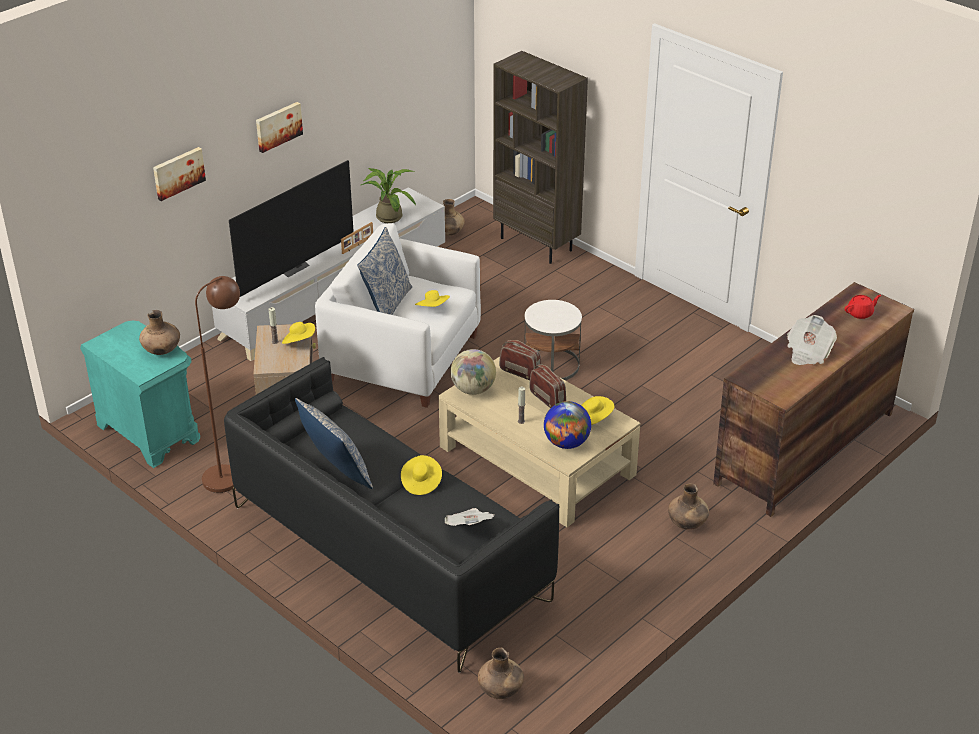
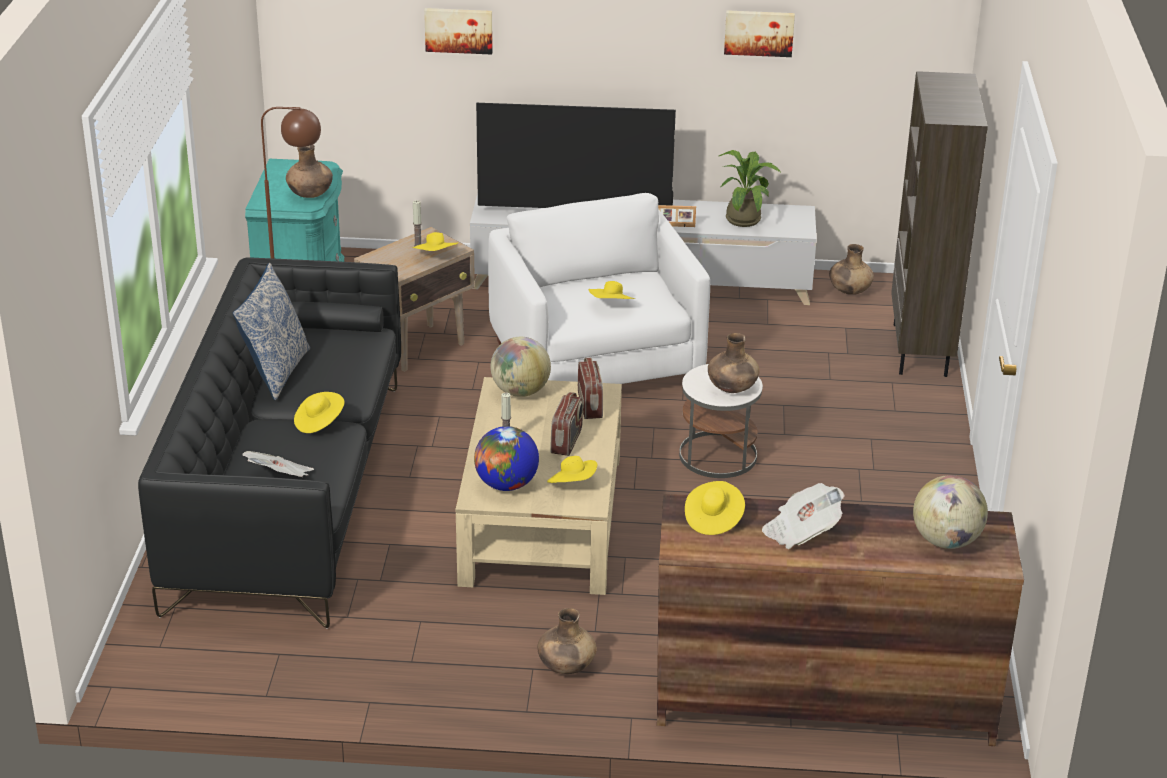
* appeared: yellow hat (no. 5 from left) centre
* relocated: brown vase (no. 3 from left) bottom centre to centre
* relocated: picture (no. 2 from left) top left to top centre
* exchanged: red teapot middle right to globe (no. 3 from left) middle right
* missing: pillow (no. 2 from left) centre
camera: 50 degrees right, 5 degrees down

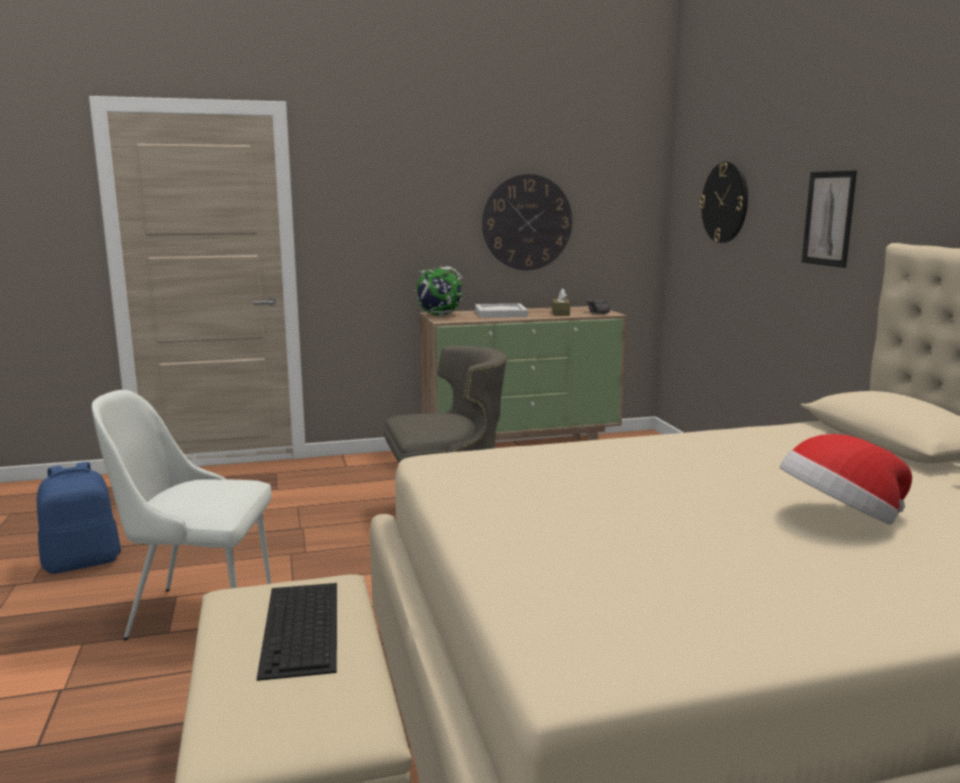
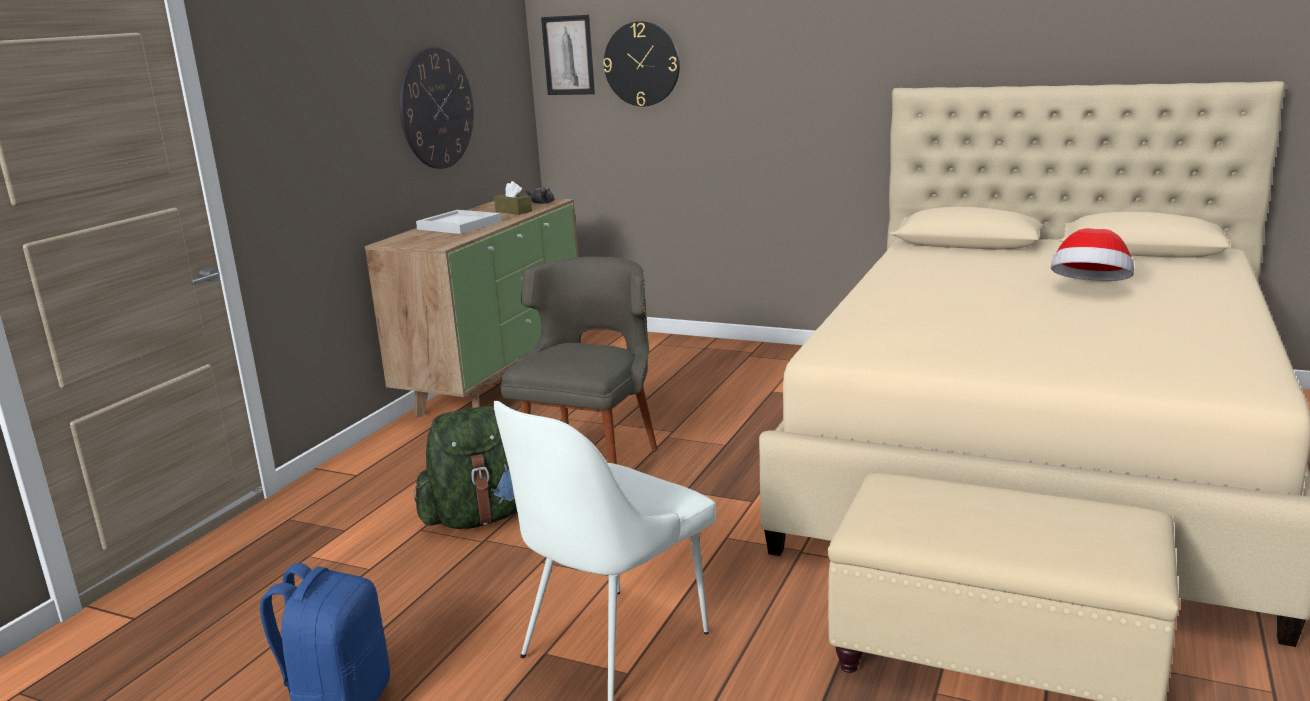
* appeared: green backpack centre
* relocated: picture top right to top centre
* missing: keyboard bottom left
* missing: globe centre
camera: 50 degrees left, 5 degrees up

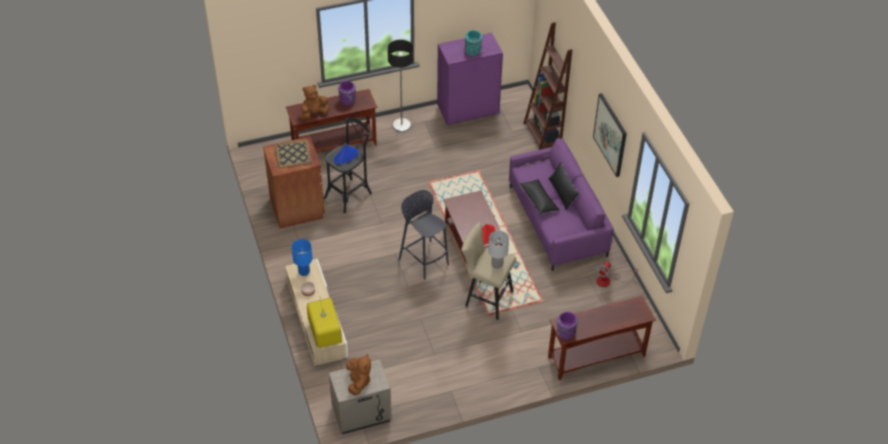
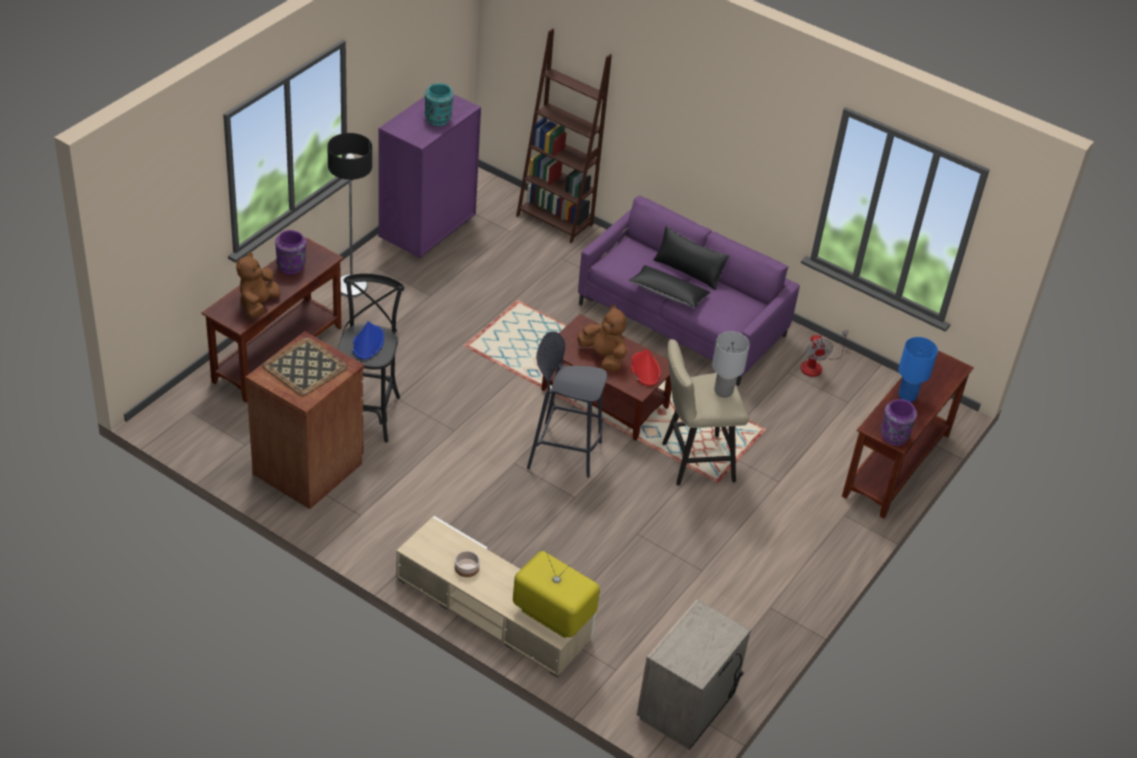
* relocated: brown plush toy (no. 2 from left) bottom centre to centre
* relocated: blue table lamp centre to middle right
* missing: picture top right
camera: 40 degrees left, 5 degrees down

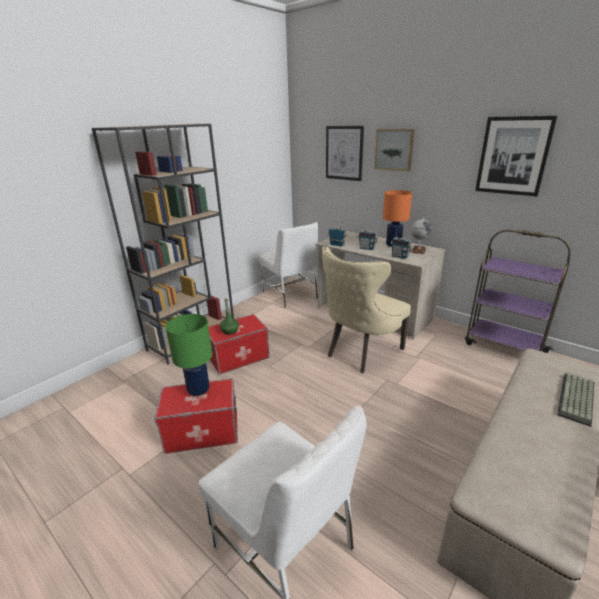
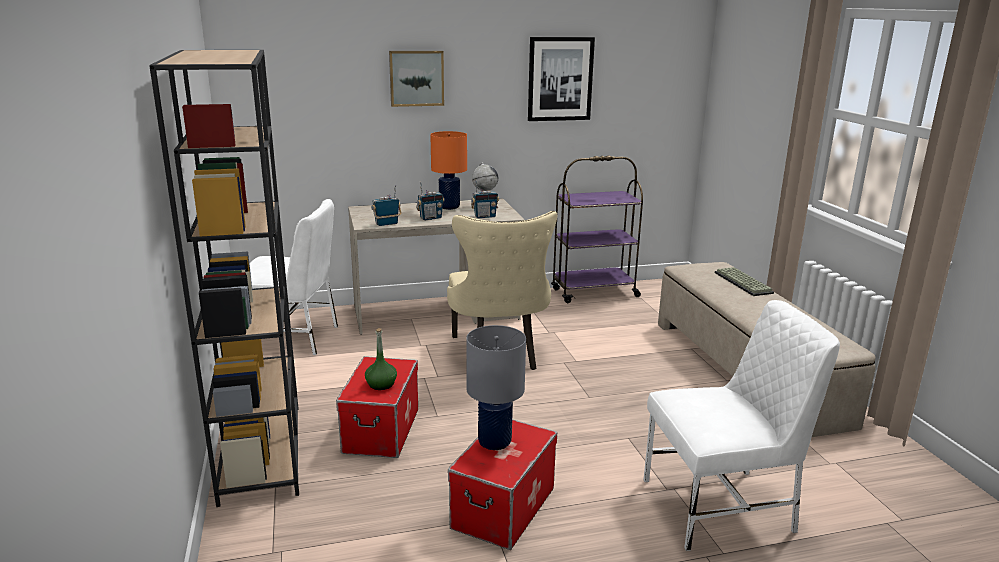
* colour: green table lamp middle left to grey table lamp bottom centre
* missing: picture (no. 1 from left) top centre
camera: 55 degrees left, 5 degrees down

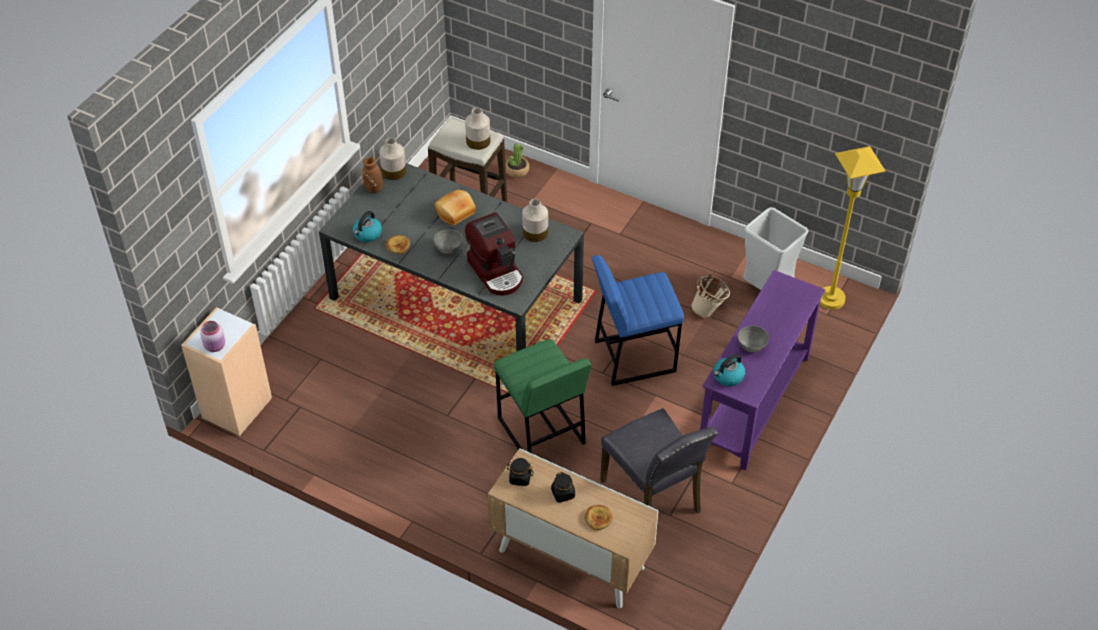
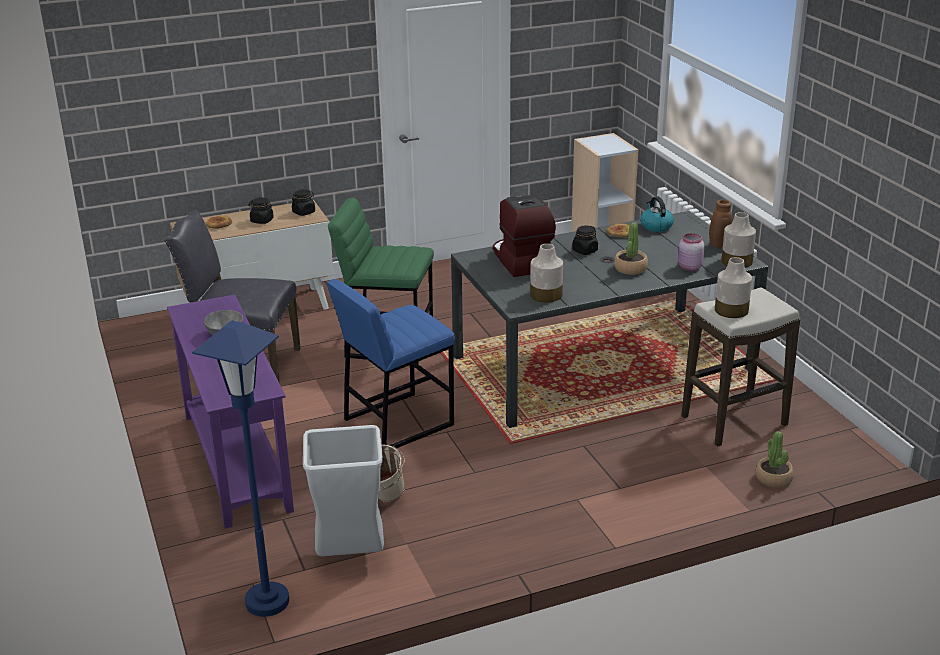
* colour: yellow floor lamp middle right to blue floor lamp bottom left
* spun: blue chair centre = centre 150 degrees counterclockwise
* spun: coffee machine centre = centre 60 degrees clockwise
* exchanged: grey bowl (no. 1 from left) centre to black jar (no. 3 from left) centre
* exchanged: bread (no. 2 from left) top centre to potted plant (no. 1 from left) middle right
* relocated: pink jar middle left to middle right
* missing: kettle (no. 2 from left) centre
camera: 130 degrees right, 20 degrees down

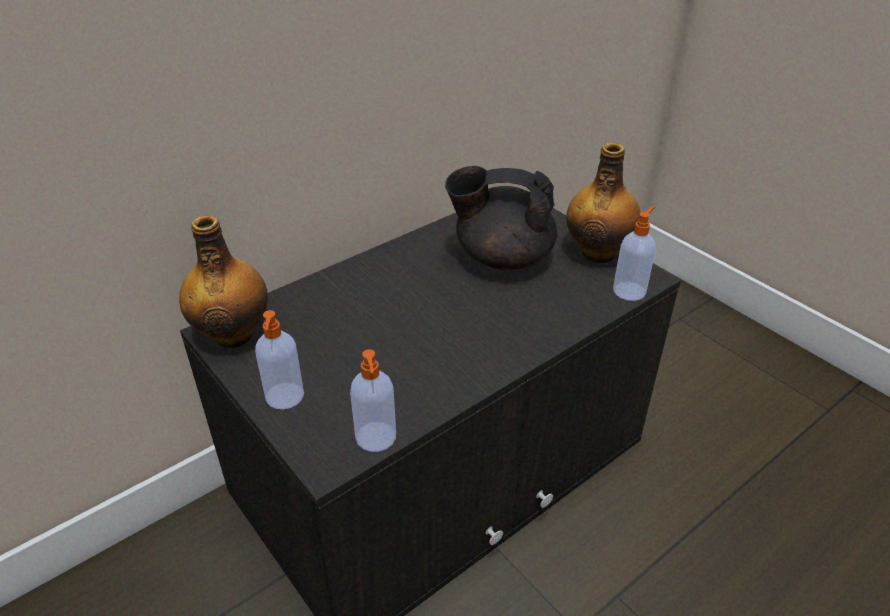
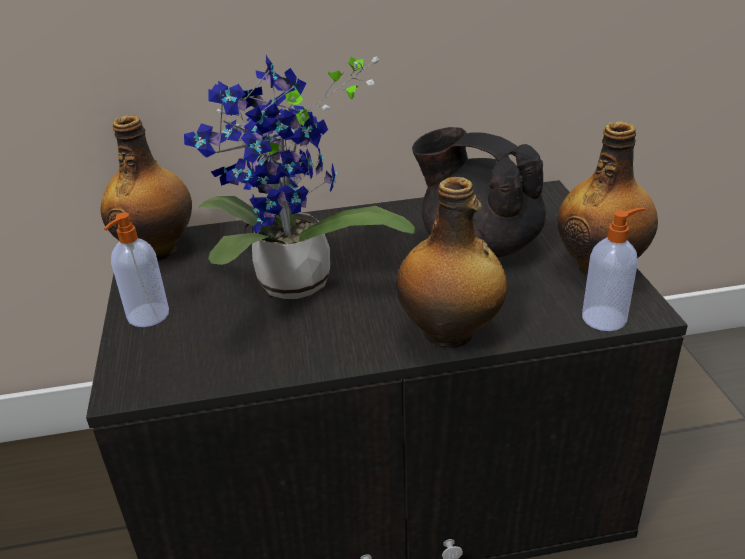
* appeared: potted plant top centre
* appeared: bottle (no. 2 from left) centre
* missing: soap dispenser (no. 2 from left) centre
camera: 30 degrees right, 5 degrees down

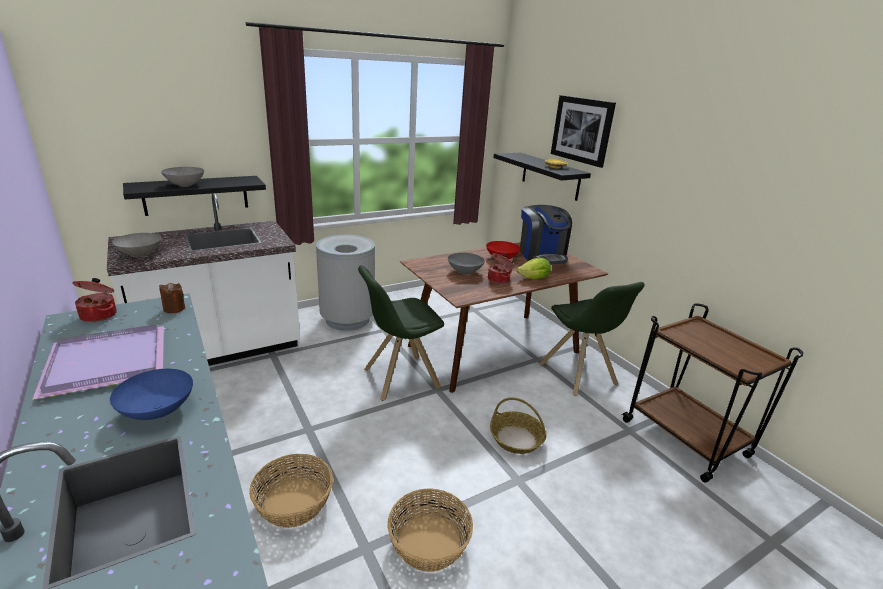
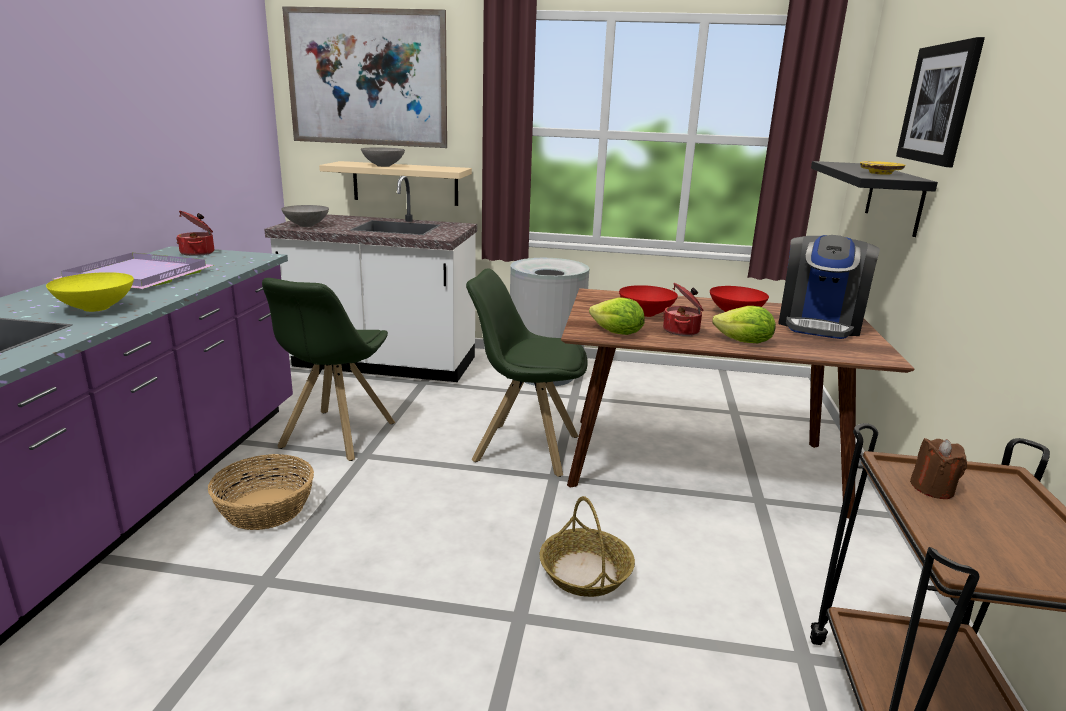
* colour: blue bowl bottom left to yellow bowl middle left
* relocated: green chair (no. 2 from left in the first image) middle right to green chair (no. 1 from left) middle left
* appeared: picture (no. 1 from left) top centre
* colour: black shelf (no. 1 from left) top left to beige shelf top centre
* appeared: lettuce (no. 1 from left) centre
* colour: grey bowl (no. 3 from left) centre to red bowl (no. 1 from left) centre
* relocated: brown candle middle left to middle right
* missing: basket (no. 2 from left) bottom centre
camera: 40 degrees right, 5 degrees down

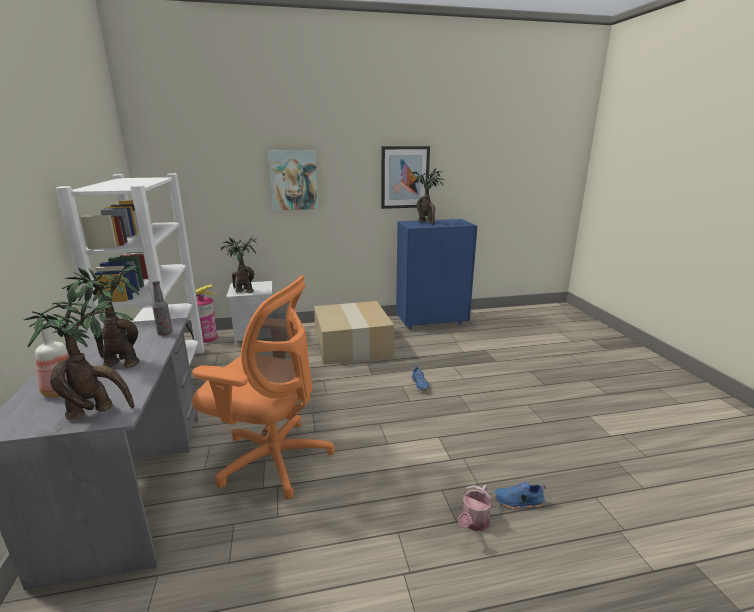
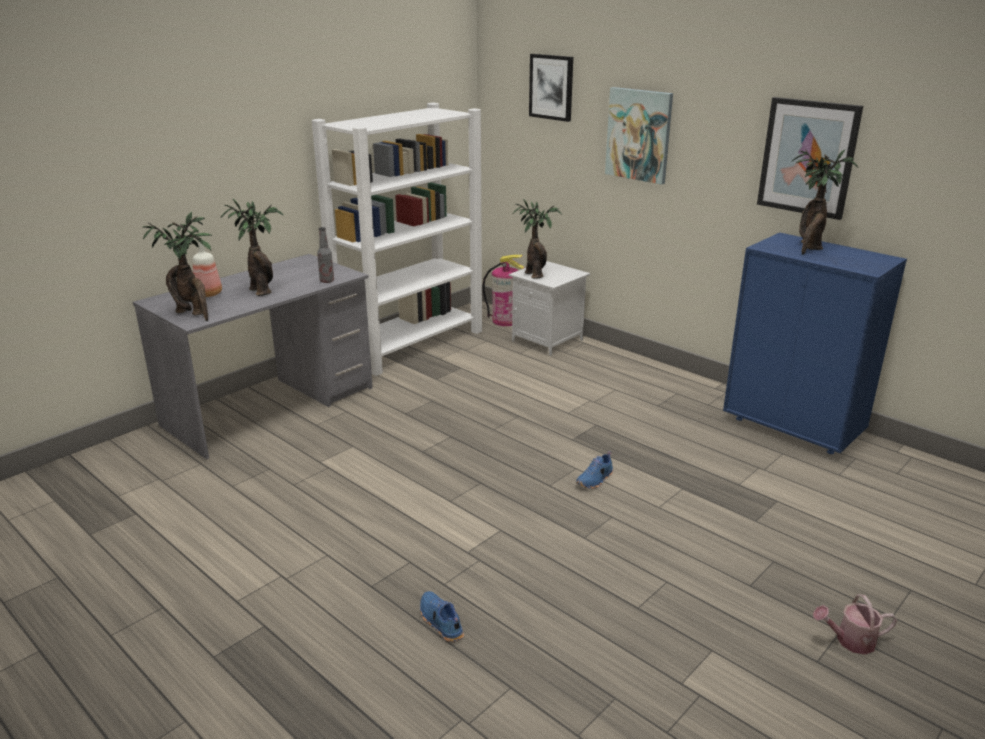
* appeared: picture (no. 1 from left) top centre
* relocated: watering can bottom centre to bottom right
* missing: orange office chair centre
* missing: cardboard box centre
camera: 55 degrees right, 5 degrees up

